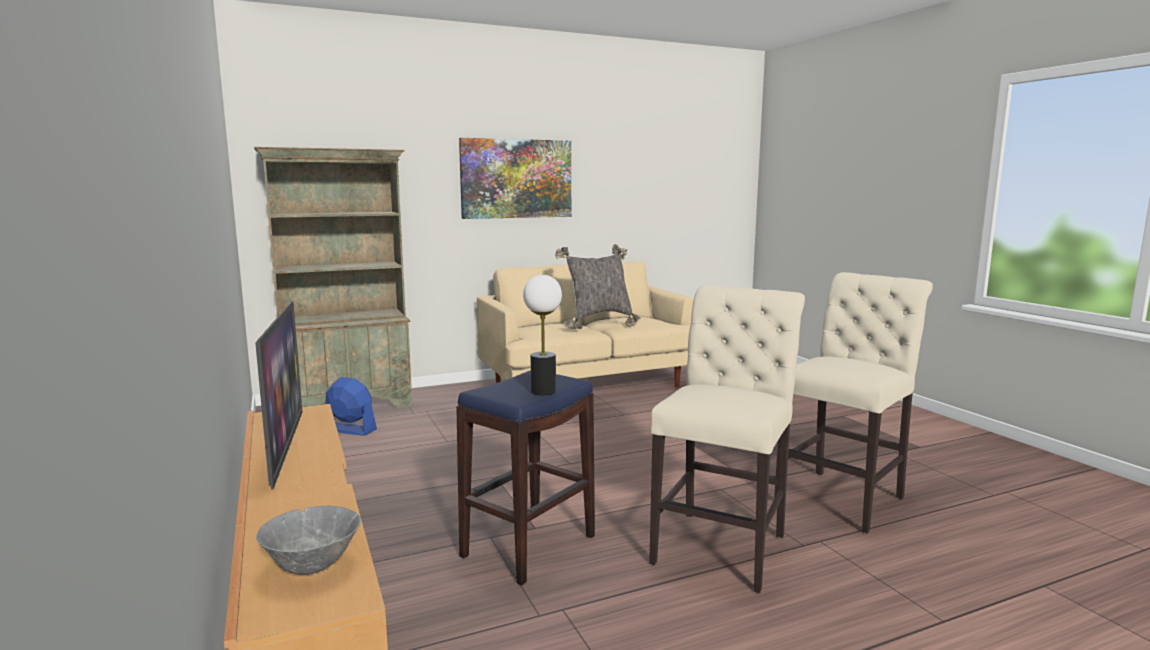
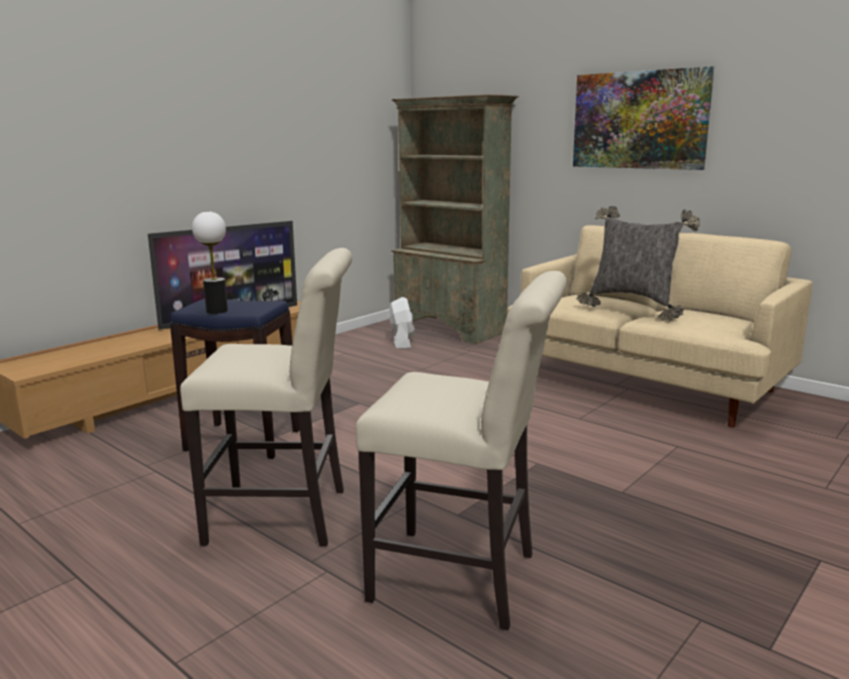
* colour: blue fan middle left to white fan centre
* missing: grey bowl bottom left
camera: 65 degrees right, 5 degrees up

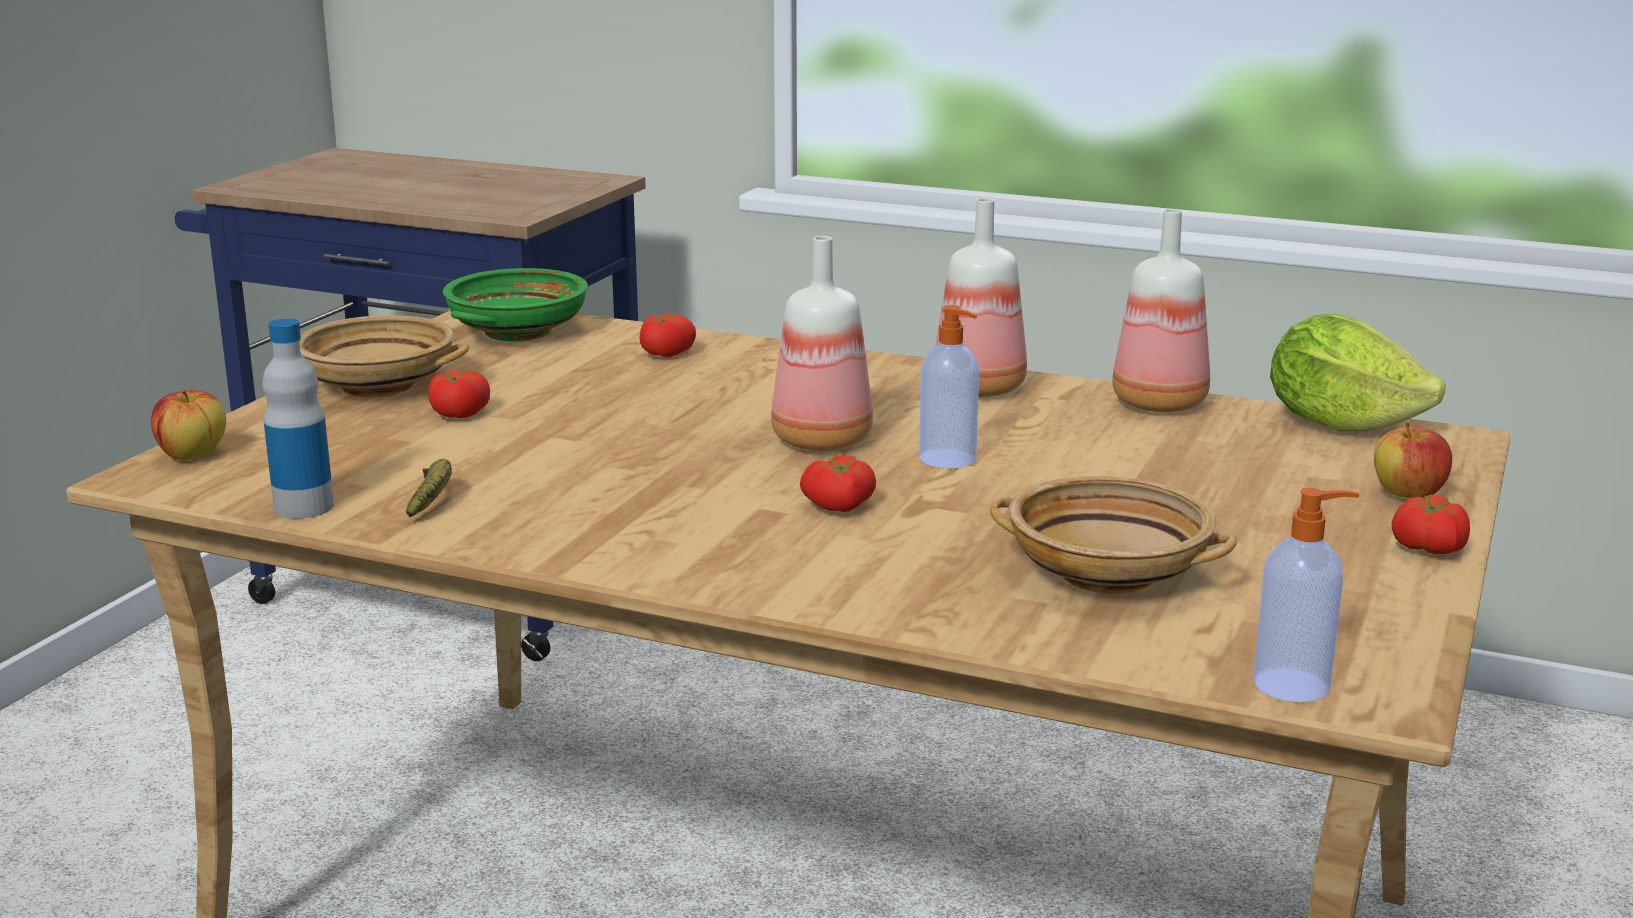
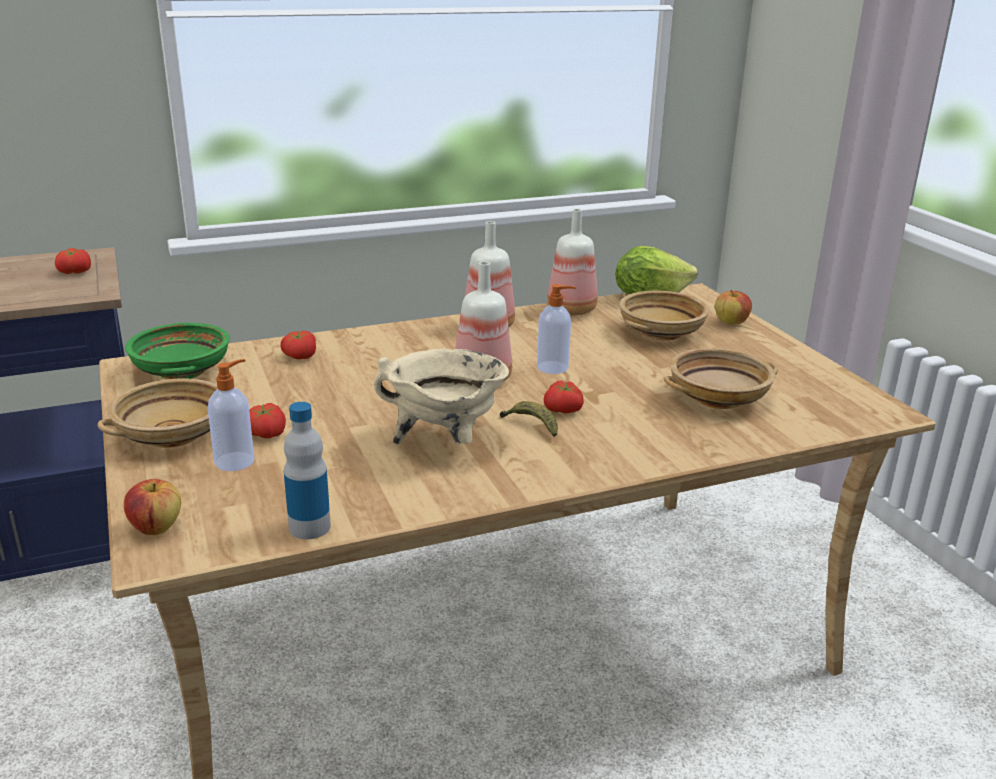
* relocated: tomato (no. 4 from left in the first image) middle right to tomato (no. 1 from left) middle left
* relocated: soap dispenser (no. 2 from left in the first image) middle right to soap dispenser (no. 1 from left) middle left
* appeared: beige cooking pot centre
* relocated: banana middle left to centre
* appeared: beige bowl (no. 2 from left) middle right
camera: 45 degrees left, 5 degrees up

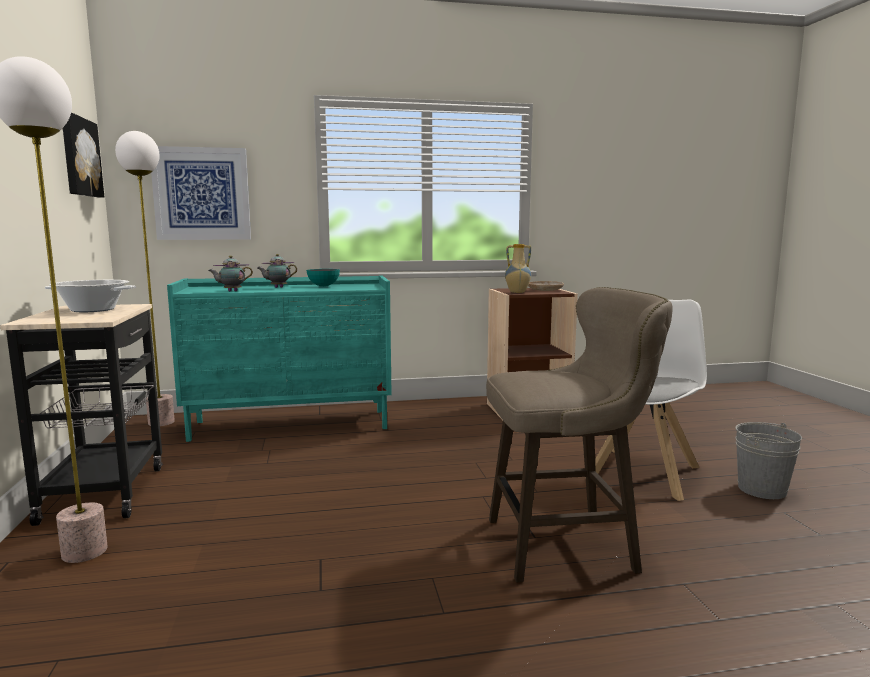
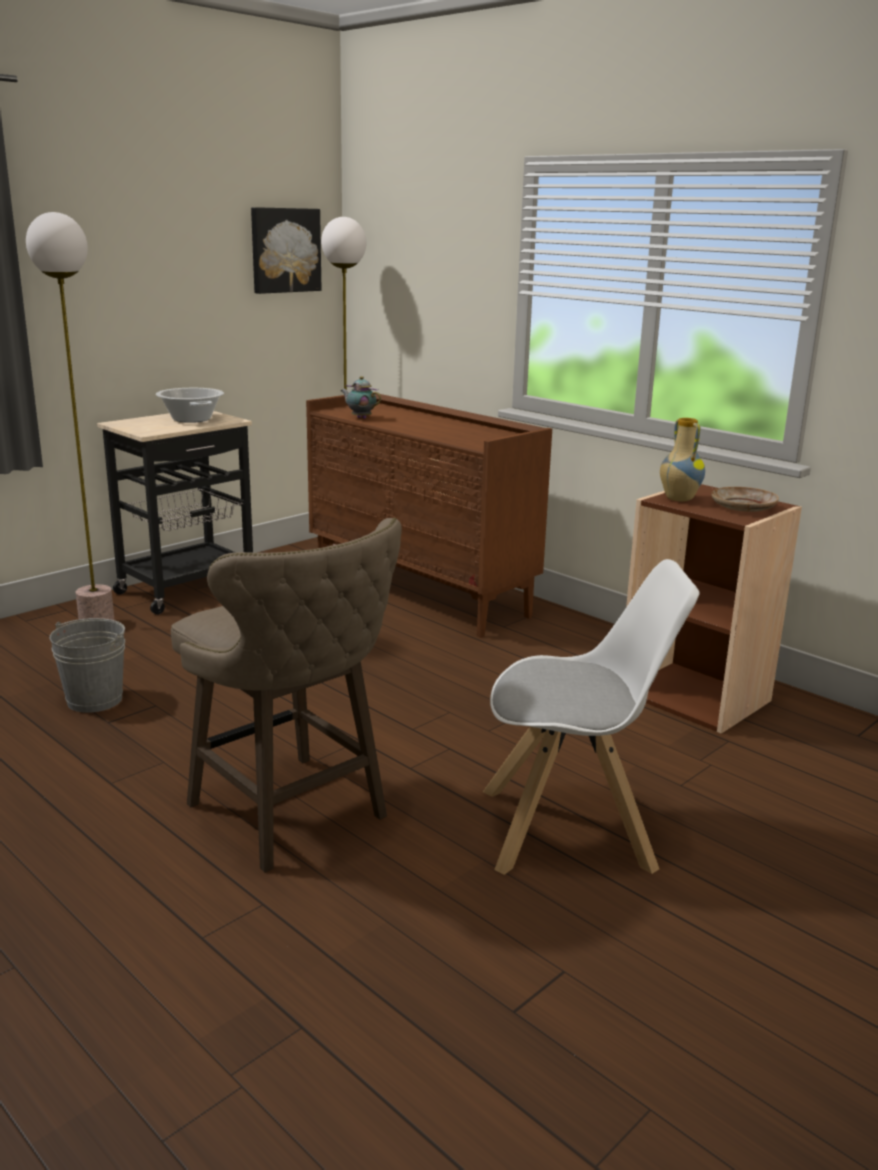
* relocated: grey bucket bottom right to middle left
* colour: turquoise cabinet middle left to brown cabinet centre
* missing: picture (no. 2 from left) top left
* missing: teapot (no. 2 from left) middle left
* missing: bowl centre
camera: 55 degrees right, 10 degrees up

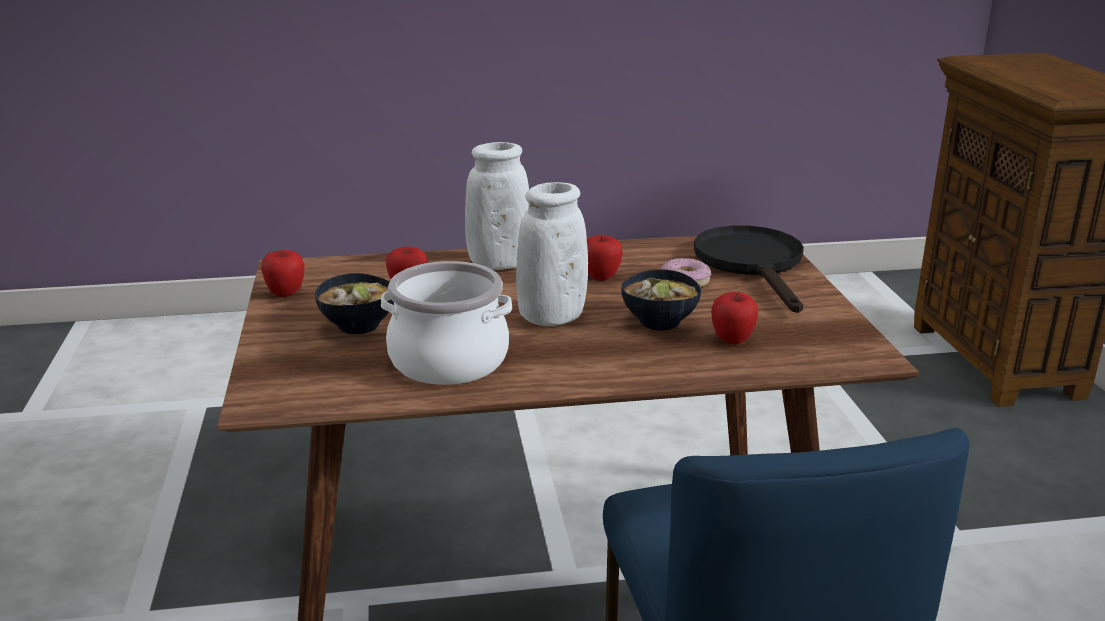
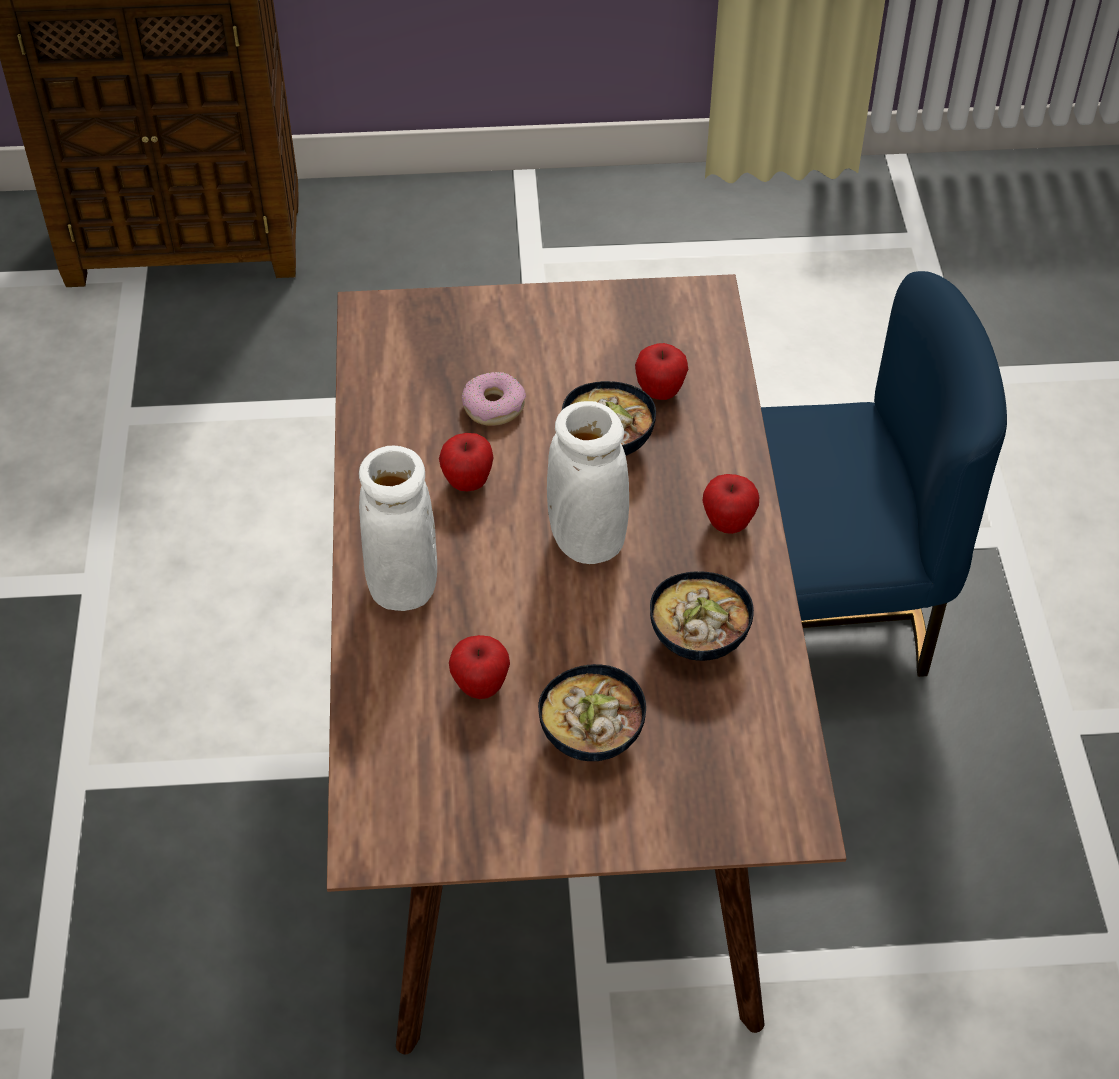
* exchanged: cooking pot centre to bowl (no. 3 from left) centre
* relocated: apple (no. 1 from left in the first image) middle left to apple (no. 4 from left) centre
* missing: black frying pan middle right
camera: 85 degrees left, 25 degrees up

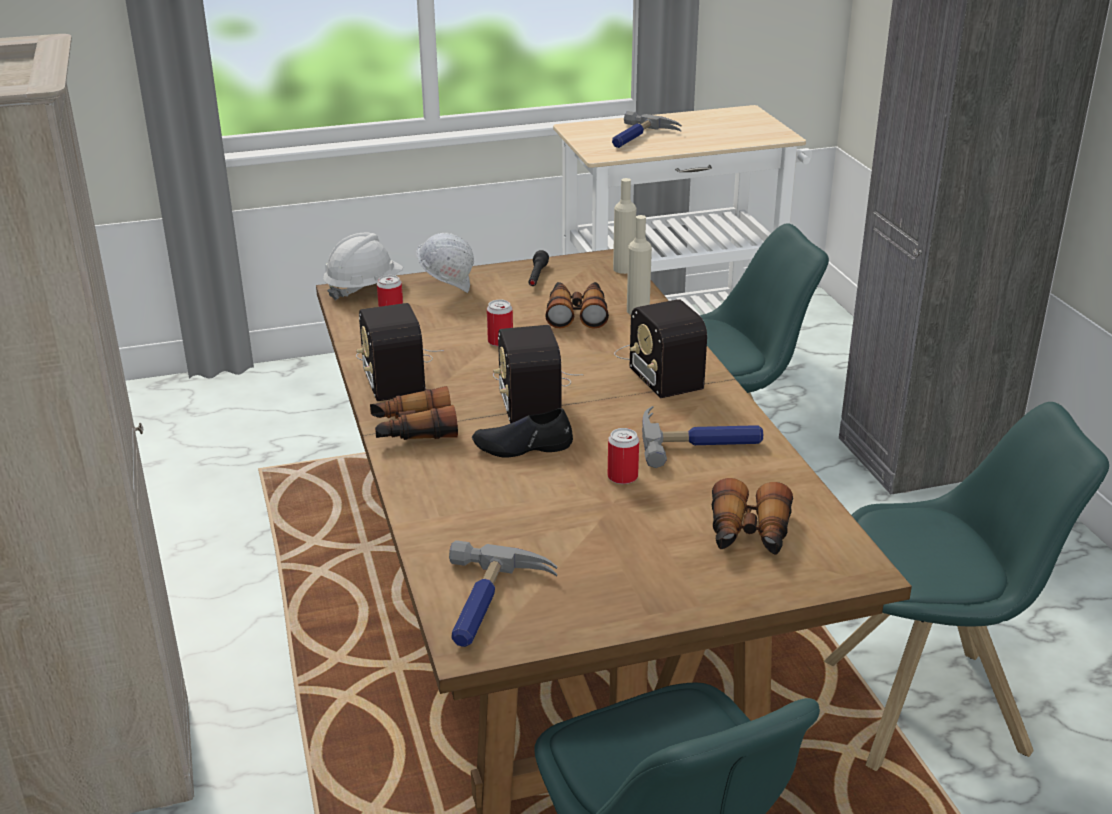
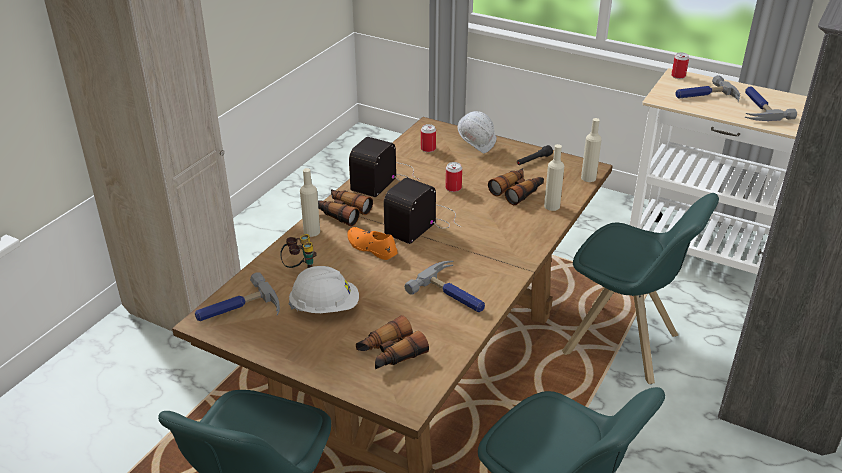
* appeared: binoculars (no. 1 from left) centre
* relocated: white hard hat (no. 1 from left) top left to centre
* appeared: beige bottle (no. 1 from left) centre
* colour: black shoe centre to orange shoe centre
* relocated: can (no. 3 from left) centre to top right
* appeared: hammer (no. 4 from left) top right
* missing: radio (no. 3 from left) centre
camera: 45 degrees right, 5 degrees up

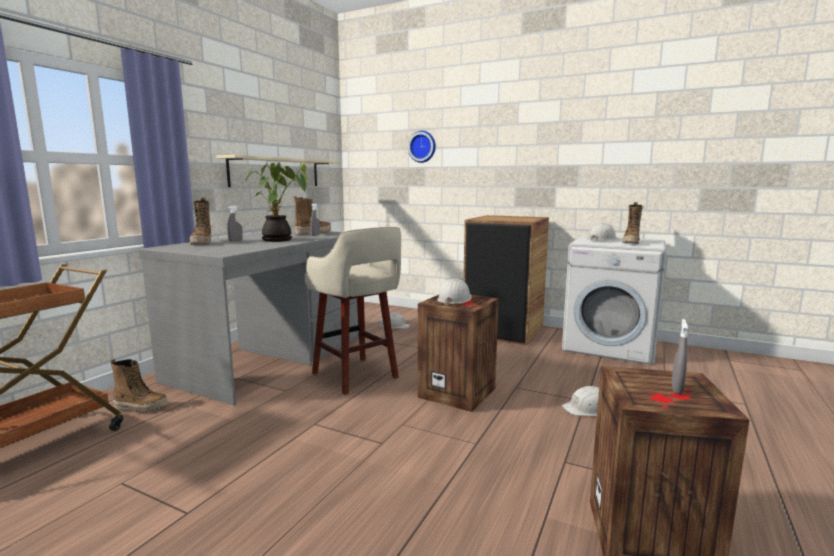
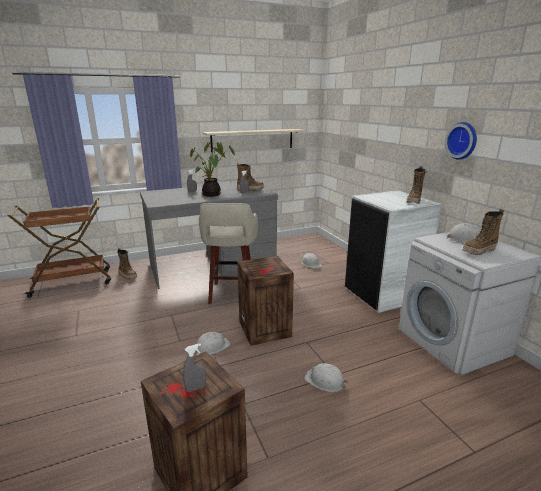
* relocated: white hard hat (no. 2 from left in the first image) centre to white hard hat (no. 1 from left) bottom centre
* colour: brown cabinet centre to white cabinet middle right
* relocated: boot (no. 2 from left in the first image) middle left to boot (no. 3 from left) middle right
* relocated: wall clock top centre to top right
camera: 40 degrees right, 10 degrees up

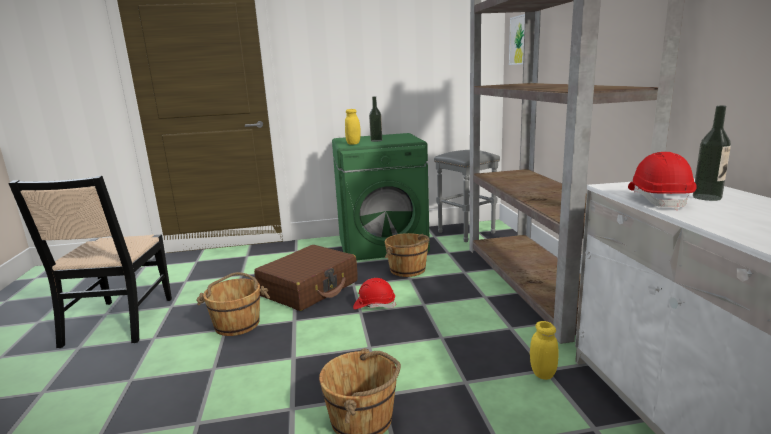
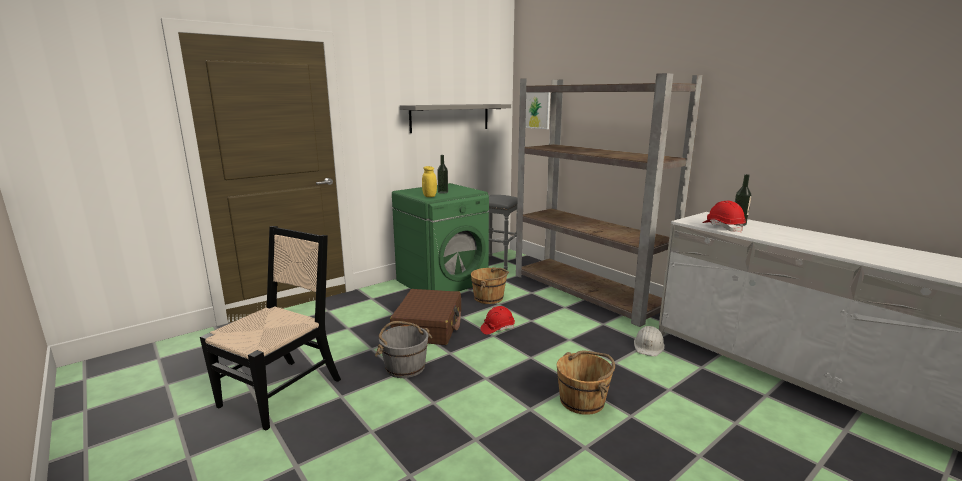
* spun: chair middle left = bottom left 120 degrees counterclockwise
* colour: brown bucket (no. 1 from left) bottom left to grey bucket bottom centre
* appeared: grey shelf top centre
* exchanged: yellow jar (no. 2 from left) bottom right to white hard hat bottom right
camera: 30 degrees left, 0 degrees up

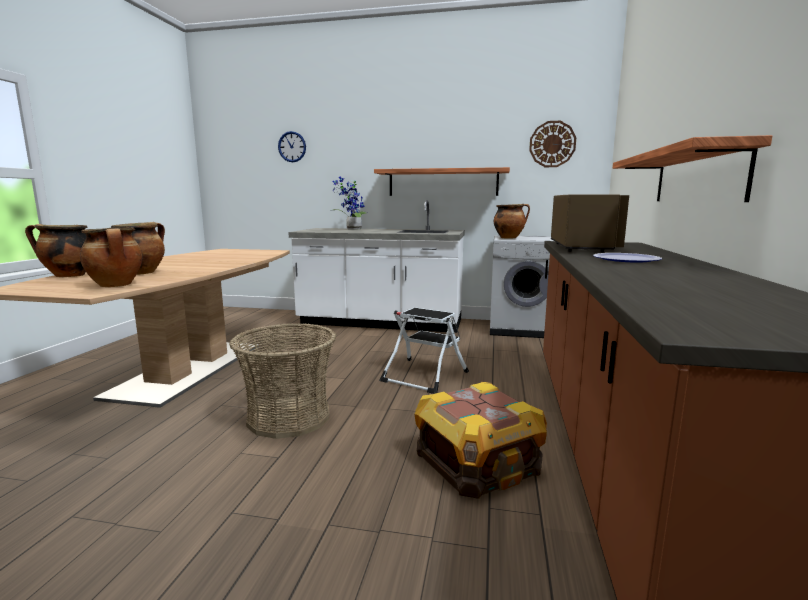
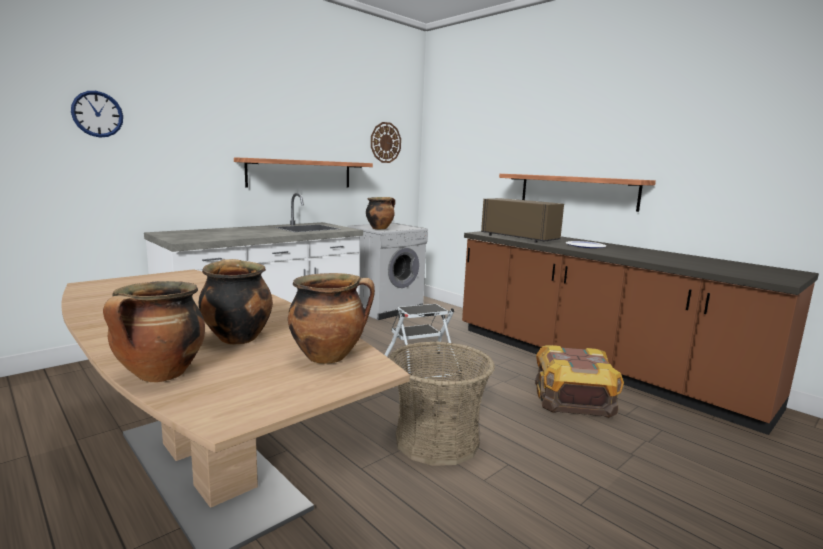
* missing: potted plant centre
camera: 55 degrees left, 0 degrees up

